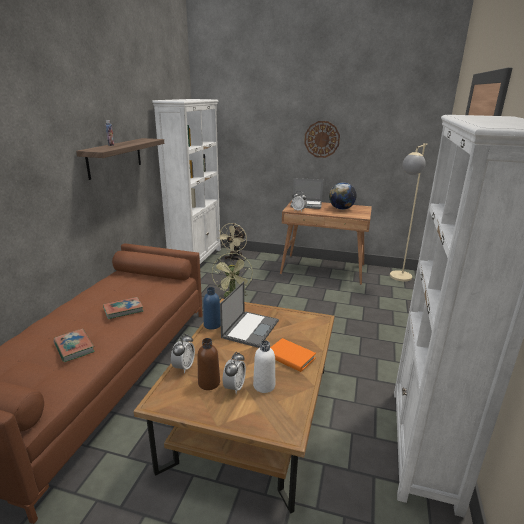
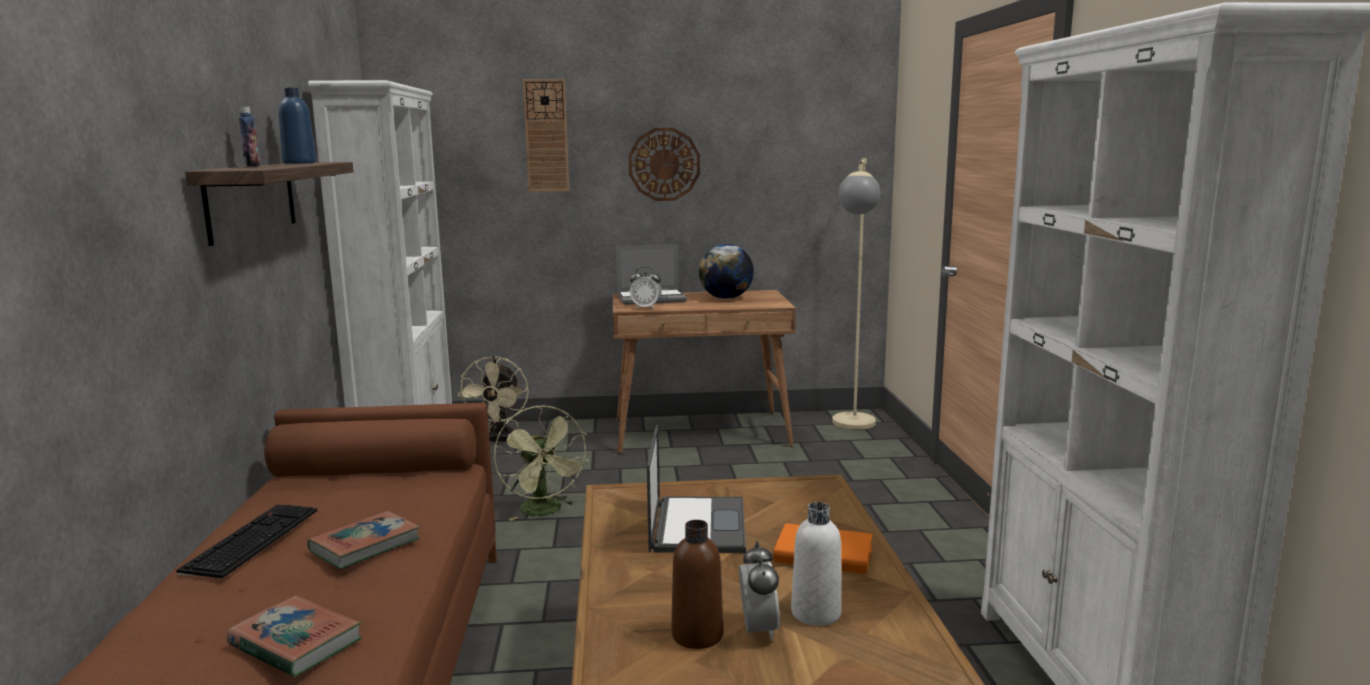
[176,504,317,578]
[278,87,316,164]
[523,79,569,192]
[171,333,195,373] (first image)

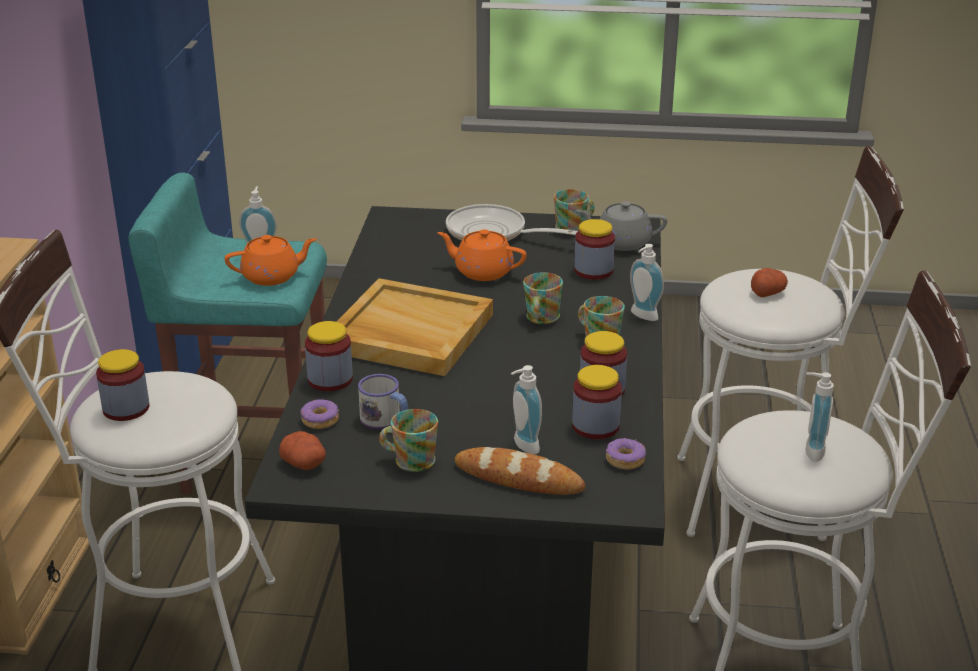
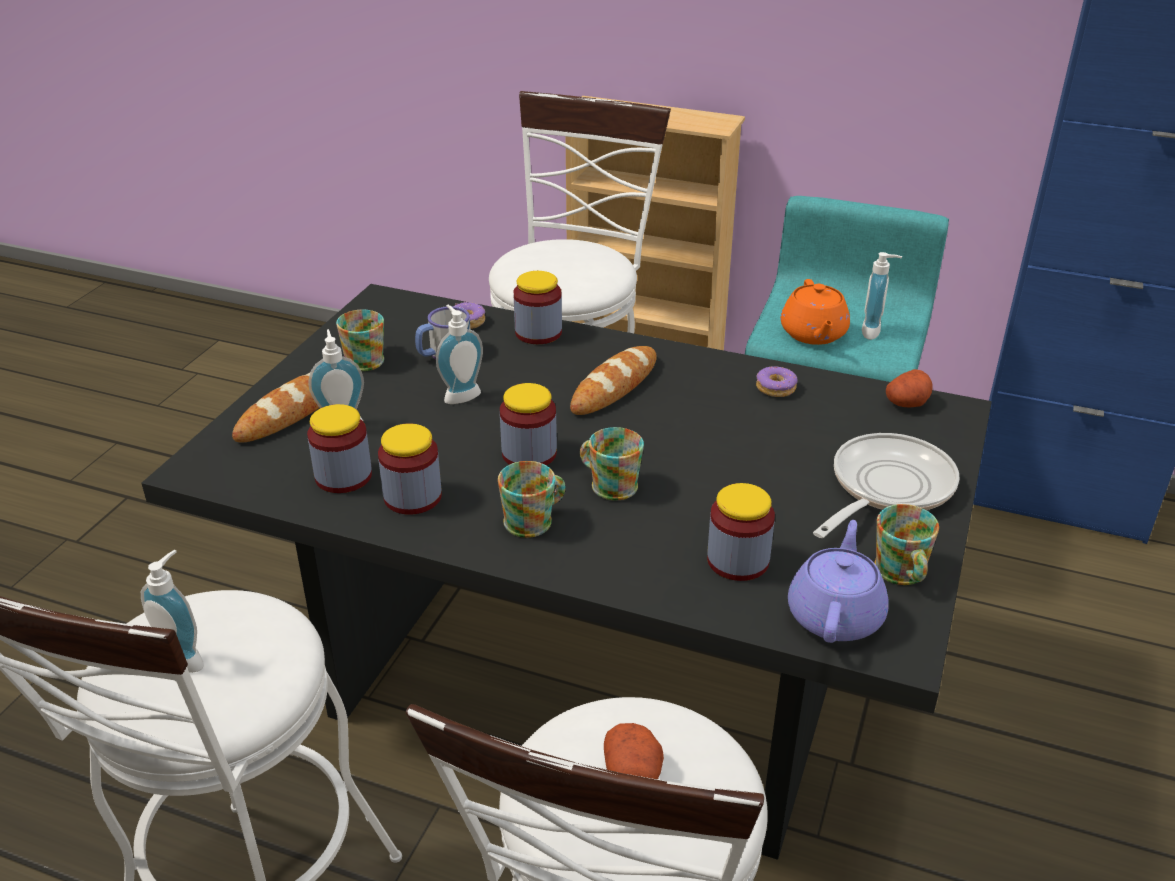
[436,305,483,404]
[500,383,557,465]
[570,346,657,415]
[756,366,798,397]
[788,520,889,643]
[886,369,933,408]
[437,229,527,281] (first image)

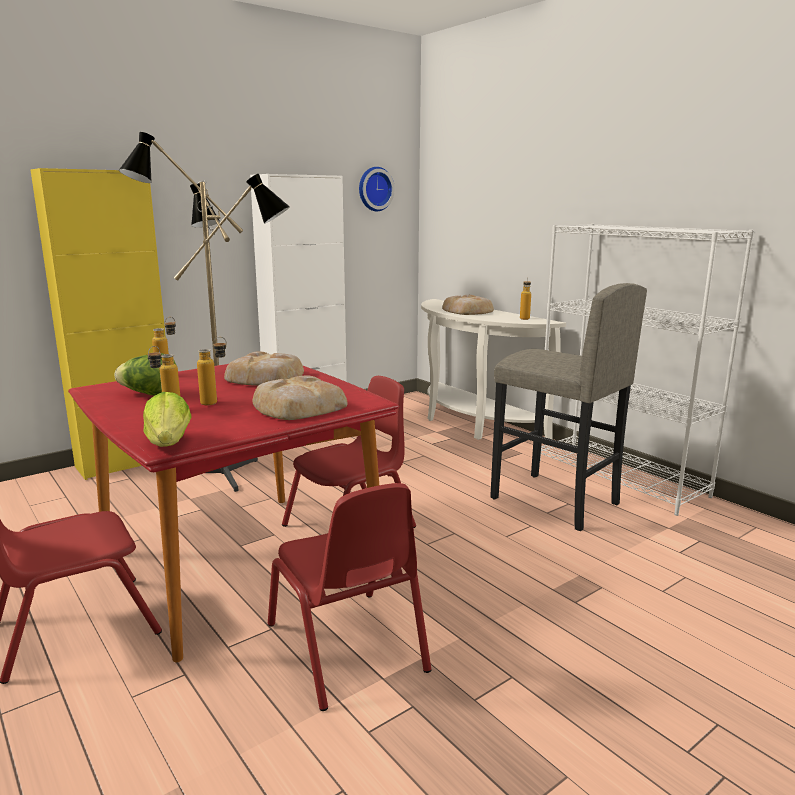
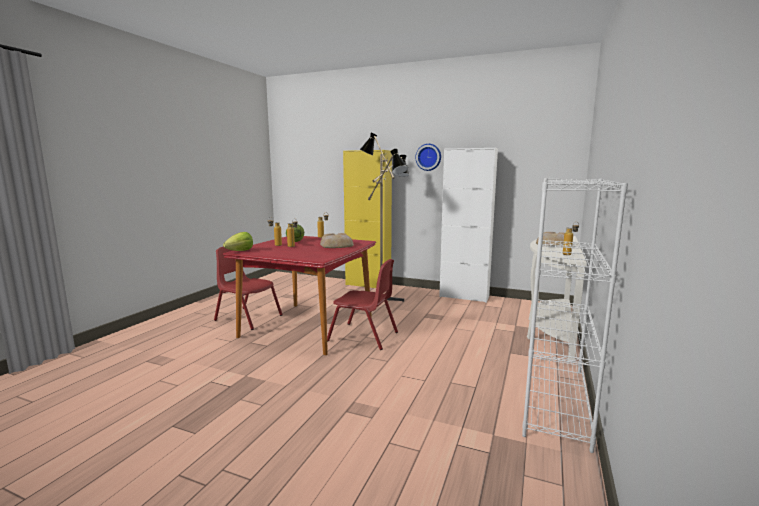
[415,144,441,171]
[253,375,348,420] (first image)
[268,483,431,711] (first image)
[490,283,647,531] (first image)

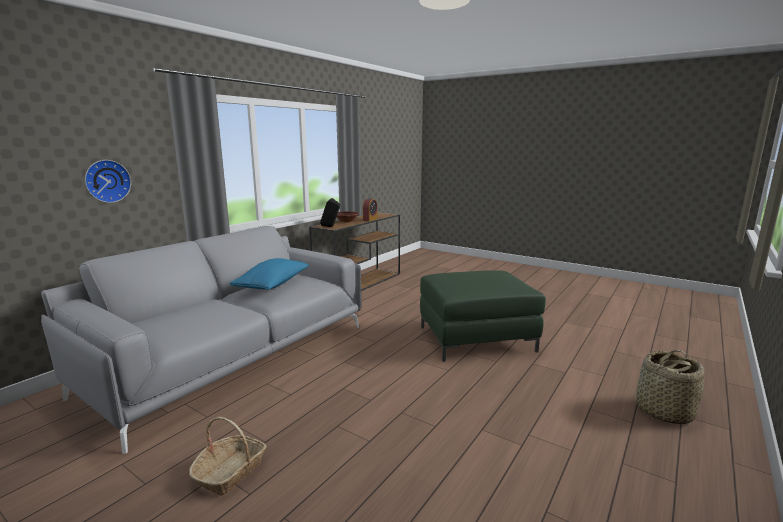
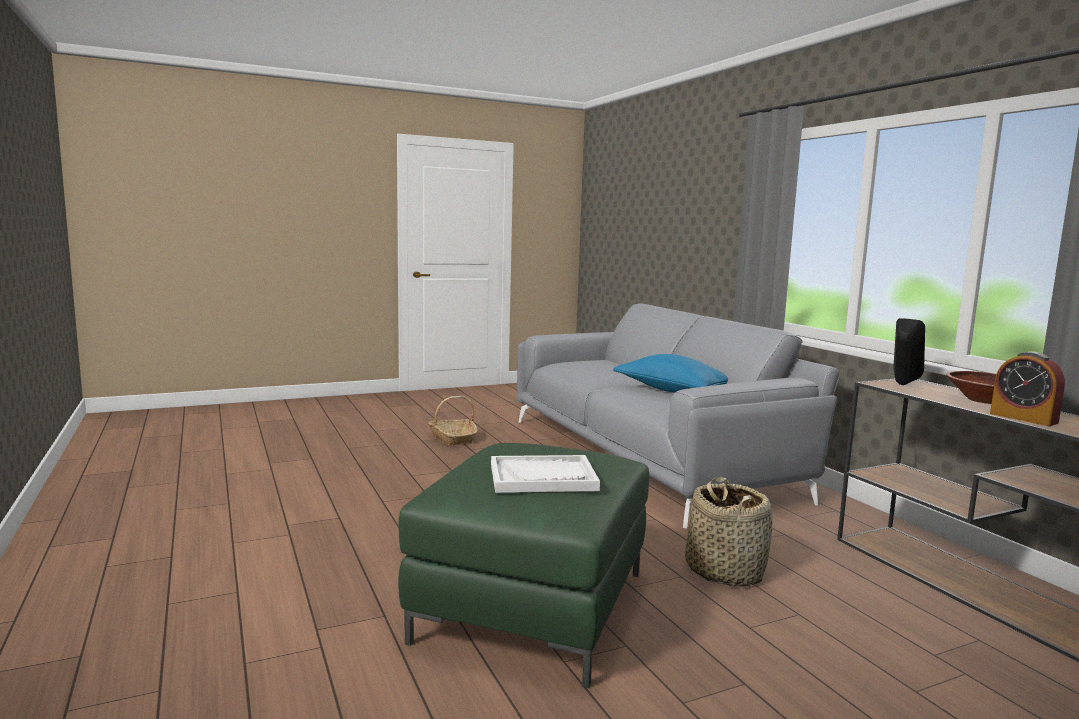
[491,455,600,493]
[685,477,773,587]
[85,160,131,203] (first image)

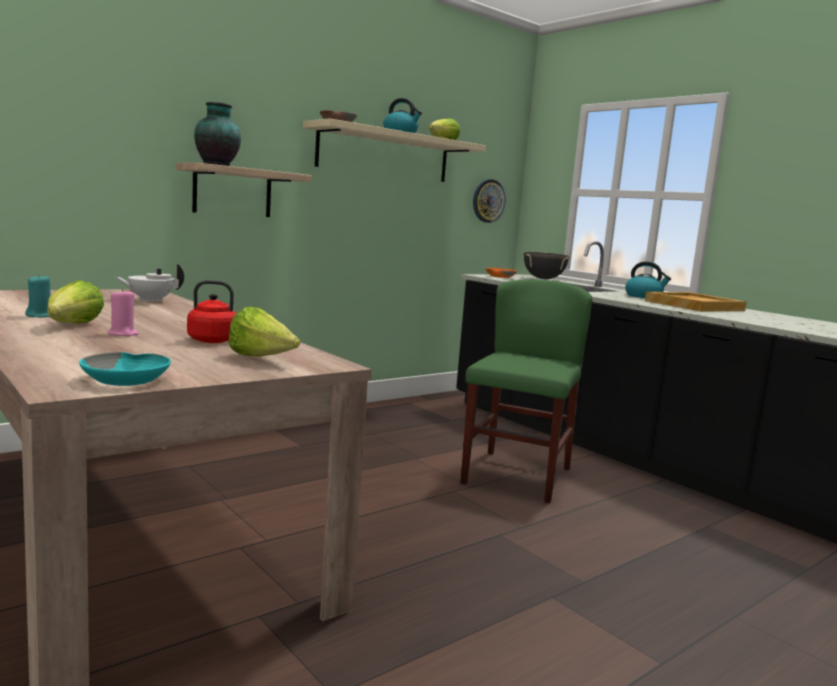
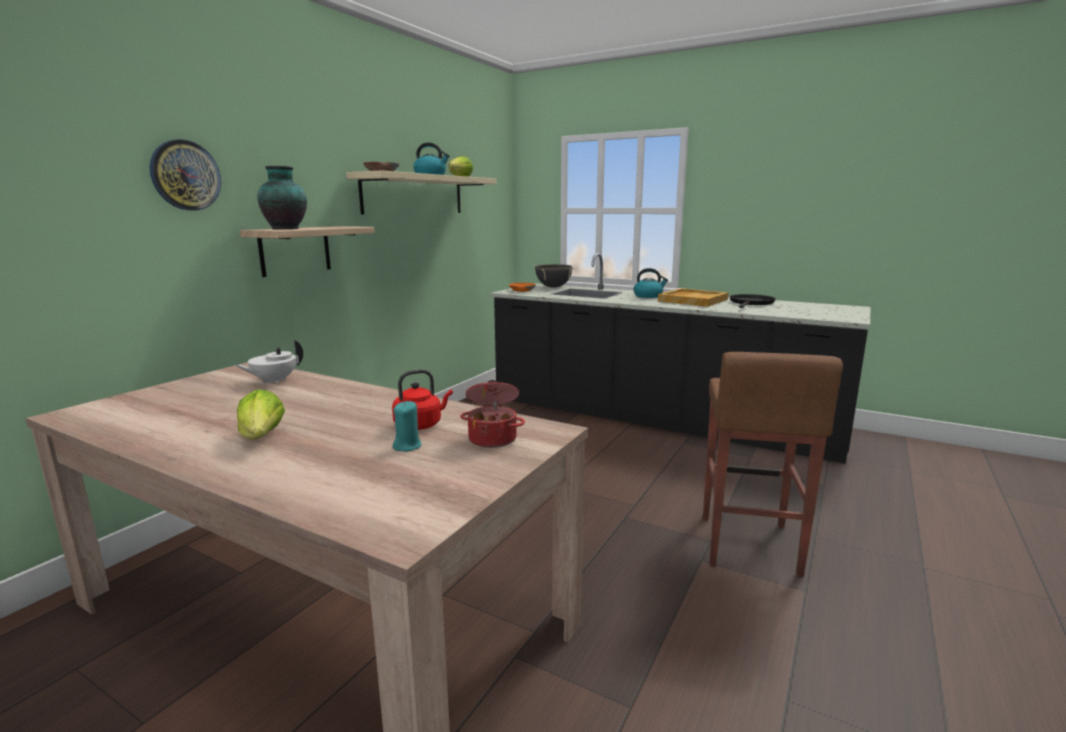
[150,139,221,210]
[393,401,422,452]
[460,380,525,448]
[703,352,843,577]
[730,294,776,308]
[79,352,171,386] (first image)
[108,289,139,336] (first image)
[460,279,592,503] (first image)

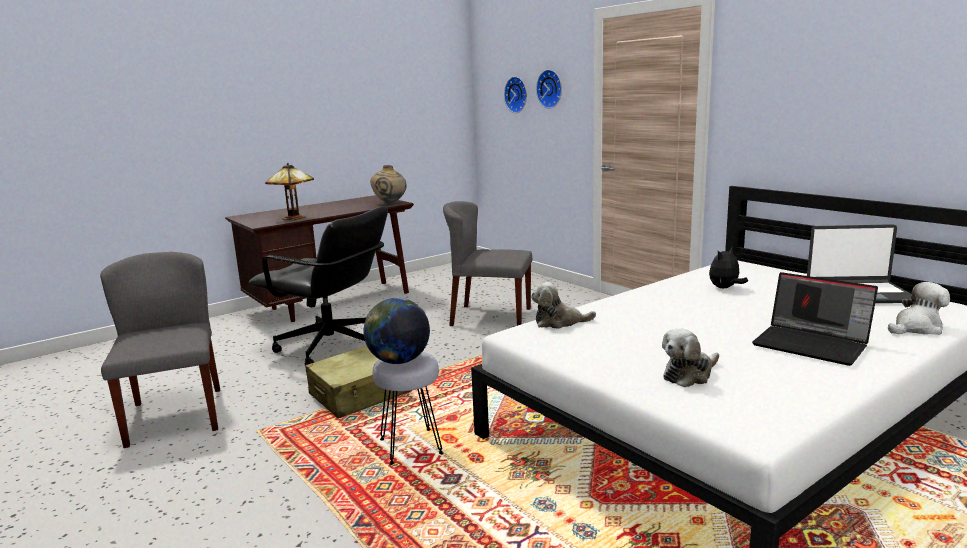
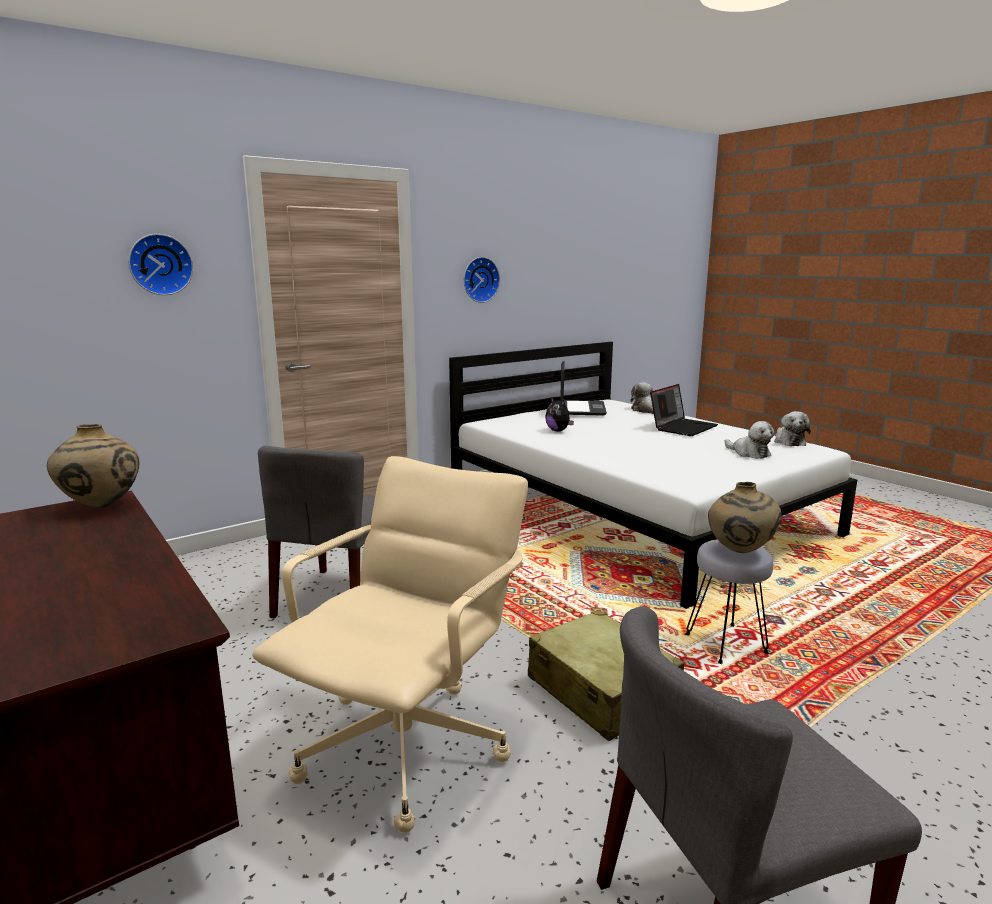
[252,456,528,833]
[464,257,500,303]
[708,482,781,553]
[774,411,811,446]
[265,163,314,220] (first image)

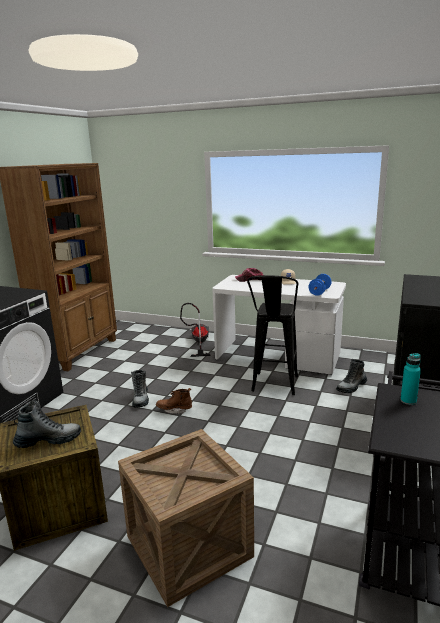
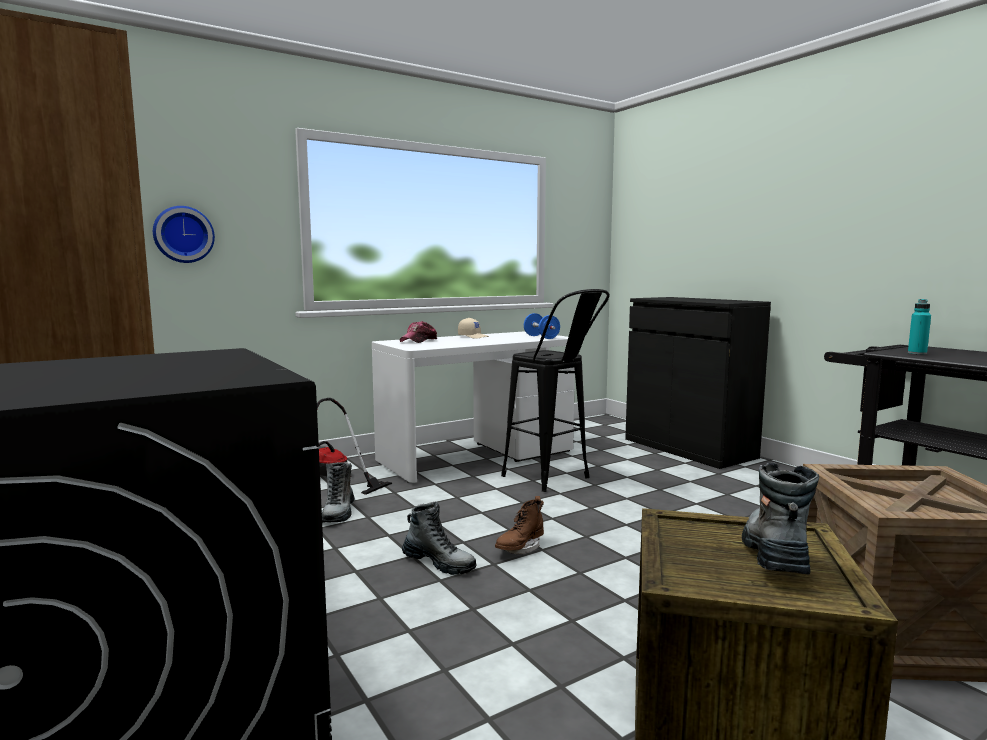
[153,206,215,263]
[322,462,355,523]

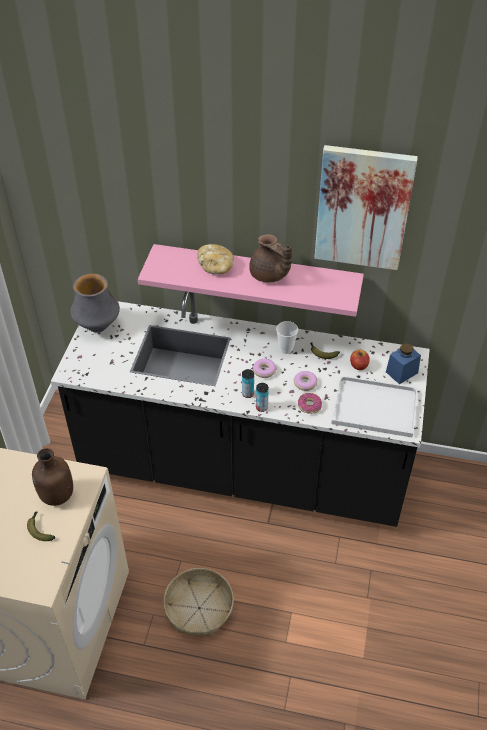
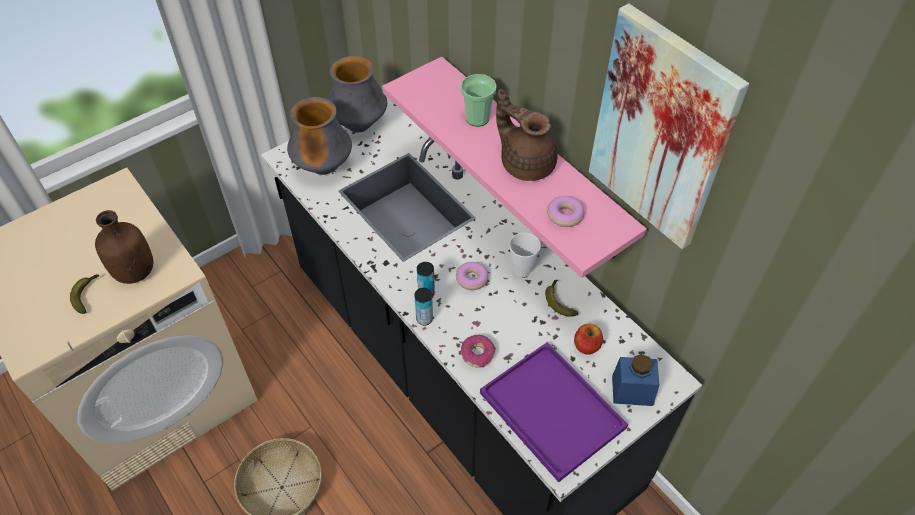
[287,97,352,175]
[460,74,497,127]
[480,342,628,482]
[496,89,558,181]
[547,196,585,227]

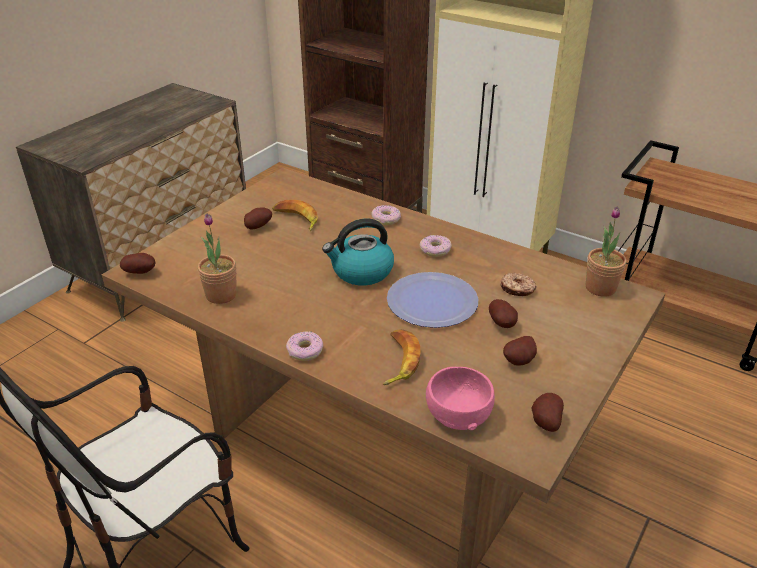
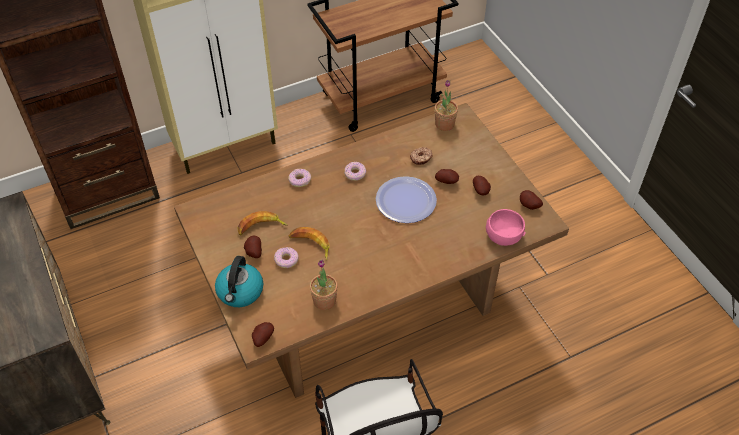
[215,256,263,307]
[274,247,299,268]
[289,227,330,260]

